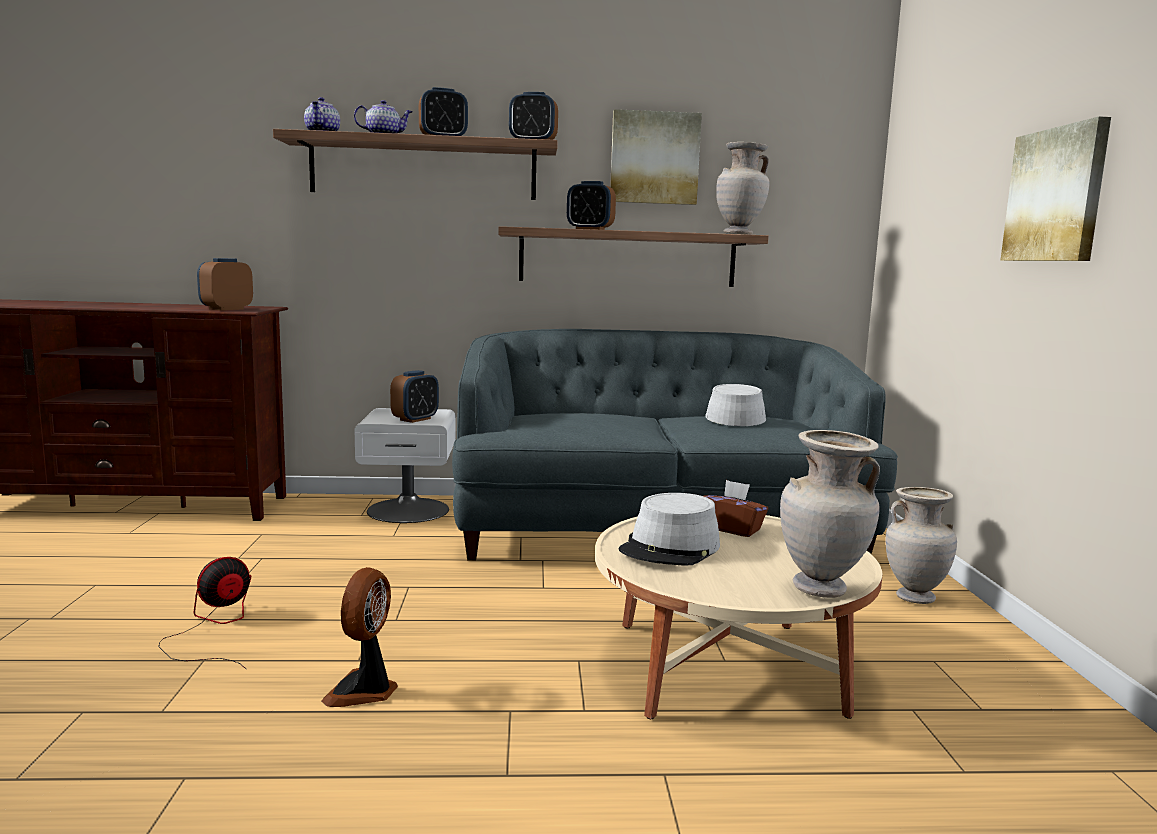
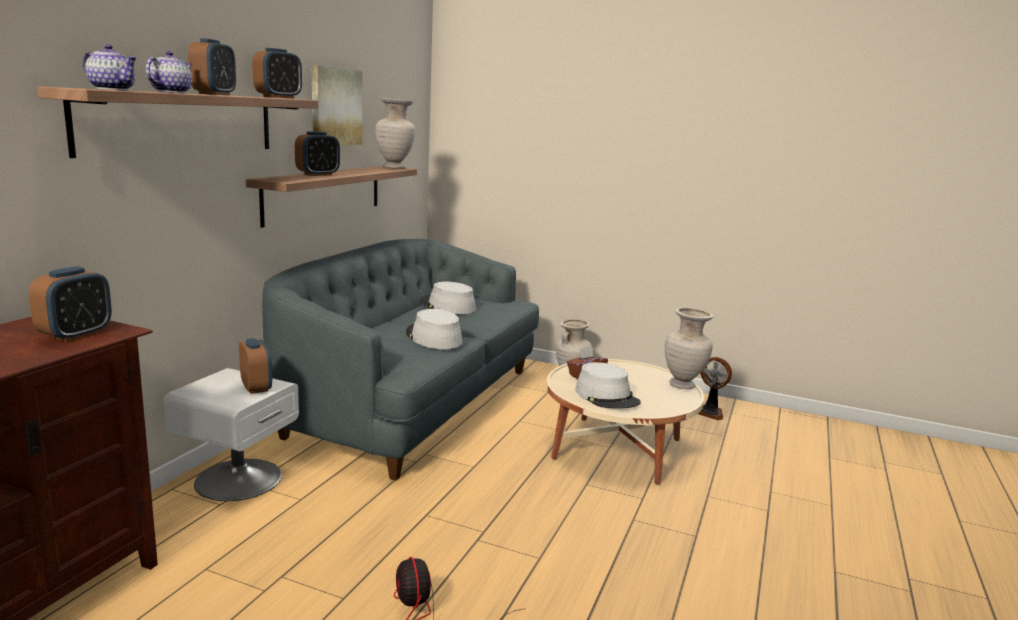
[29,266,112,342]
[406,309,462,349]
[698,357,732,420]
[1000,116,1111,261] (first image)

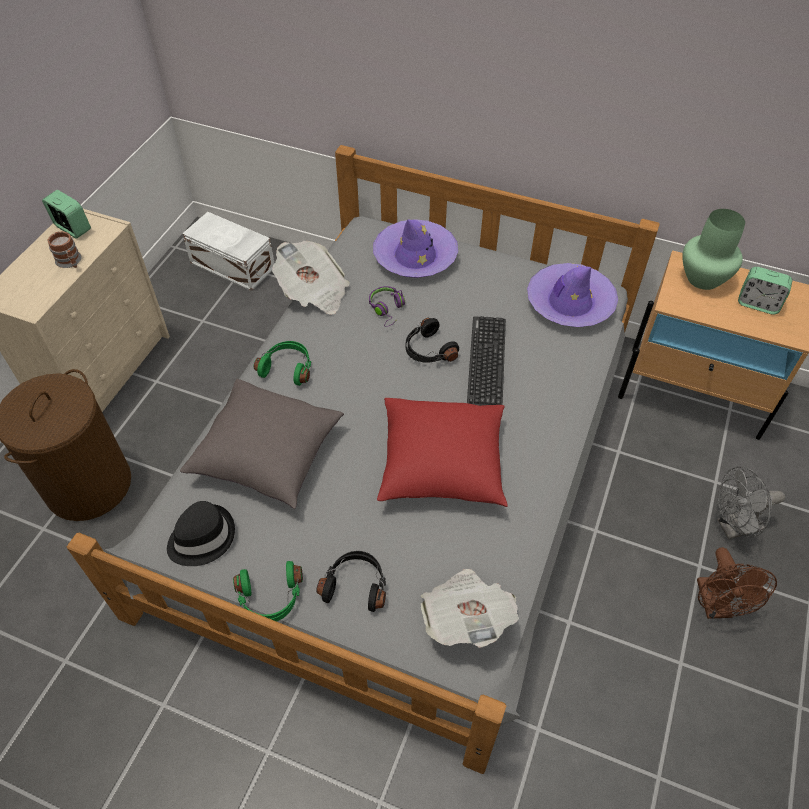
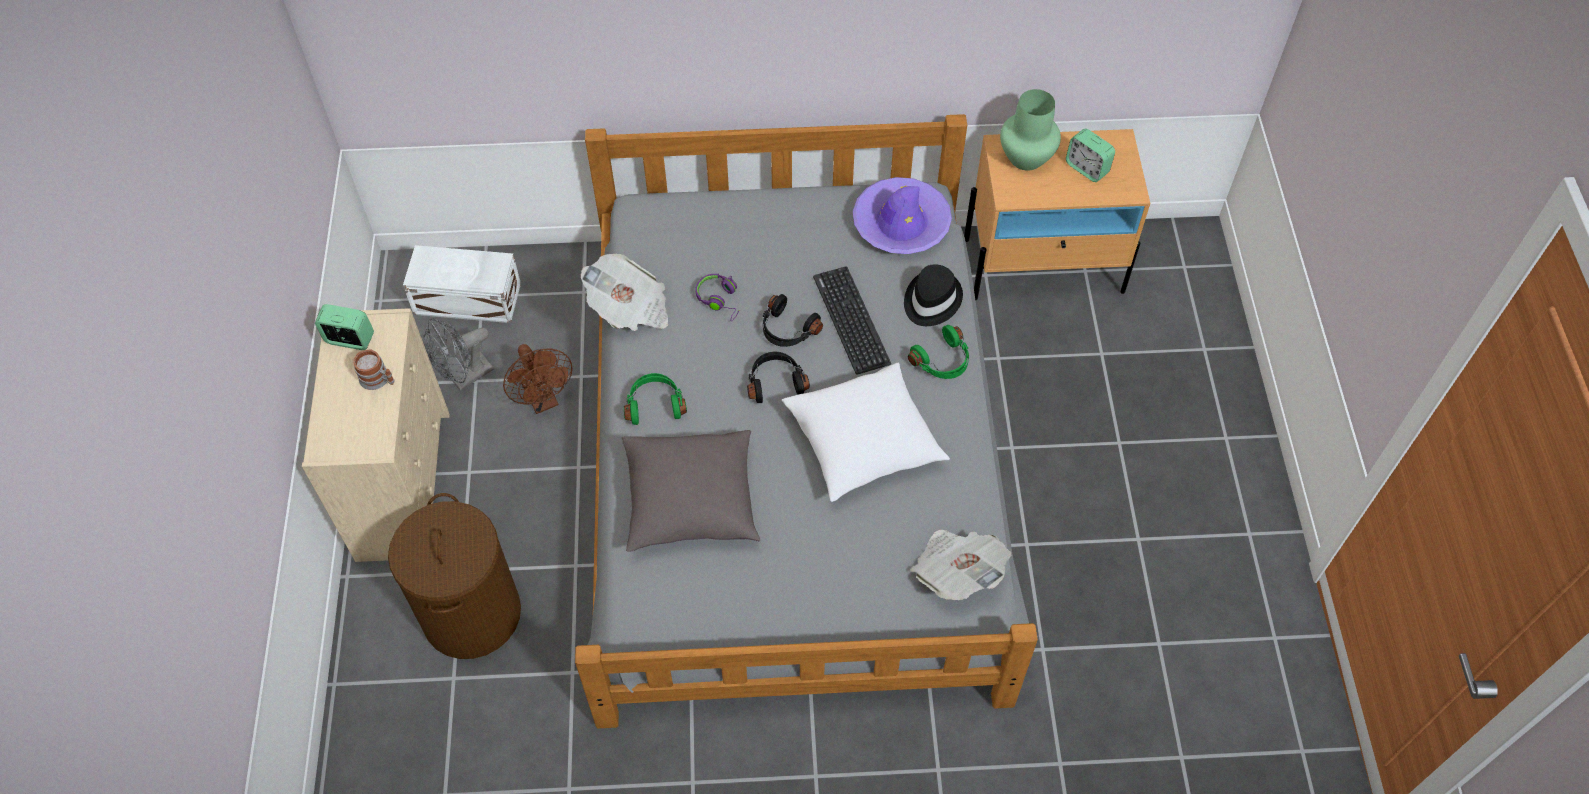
[423,318,494,391]
[503,344,572,414]
[747,351,810,403]
[782,363,950,502]
[904,264,963,326]
[908,325,969,379]
[1066,129,1115,182]
[373,219,458,278] (first image)

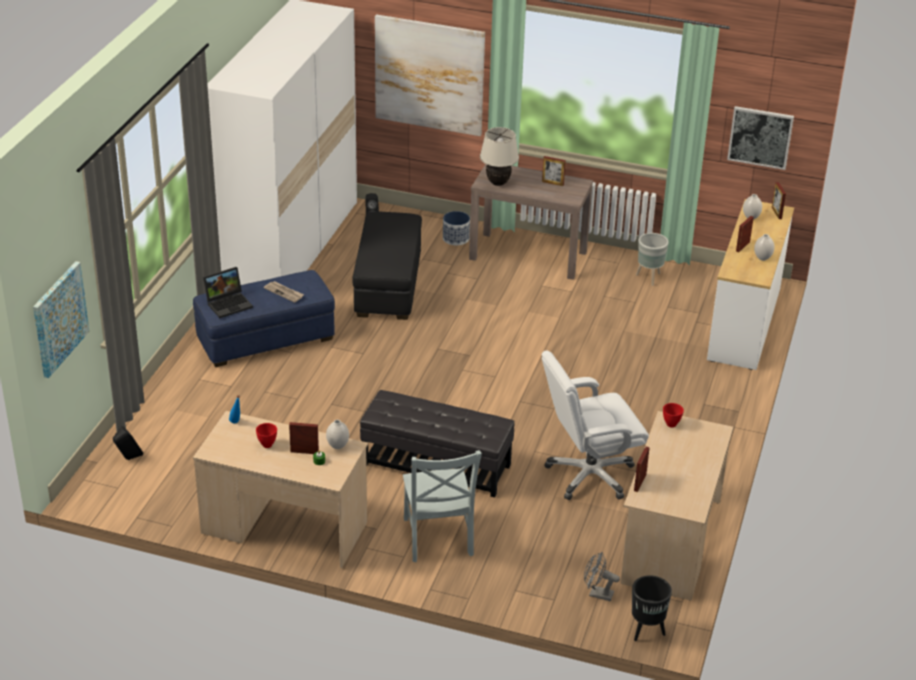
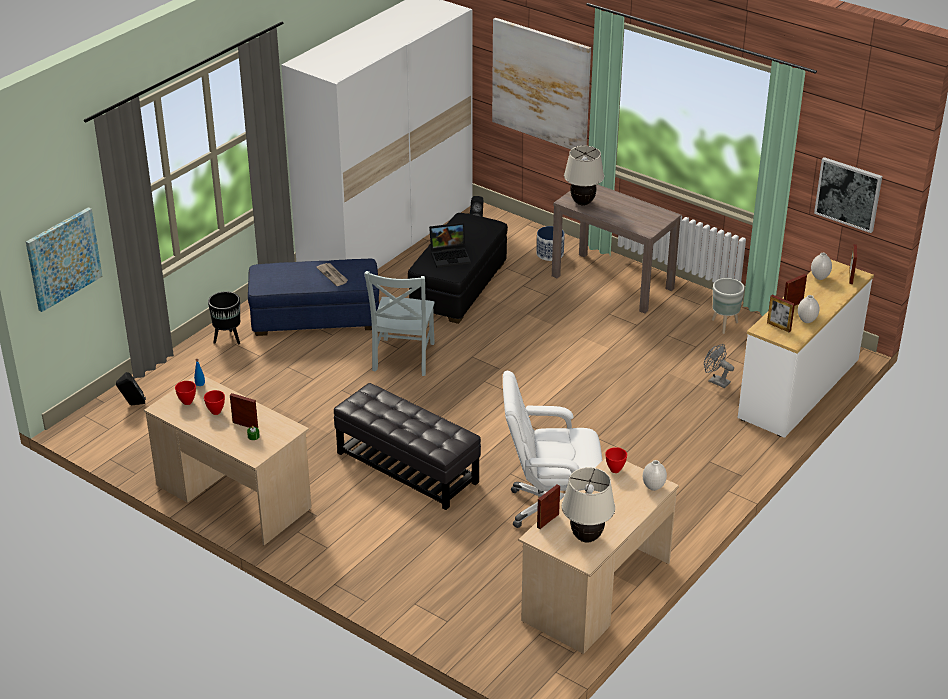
[175,381,196,405]
[208,291,240,345]
[364,271,435,376]
[429,222,471,268]
[562,467,615,543]
[643,460,667,491]
[704,344,734,388]
[767,294,795,332]

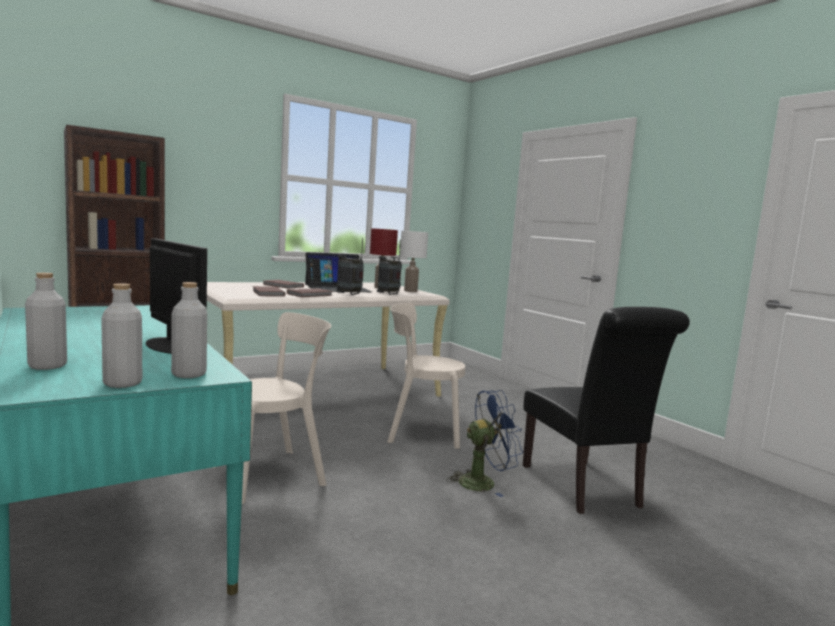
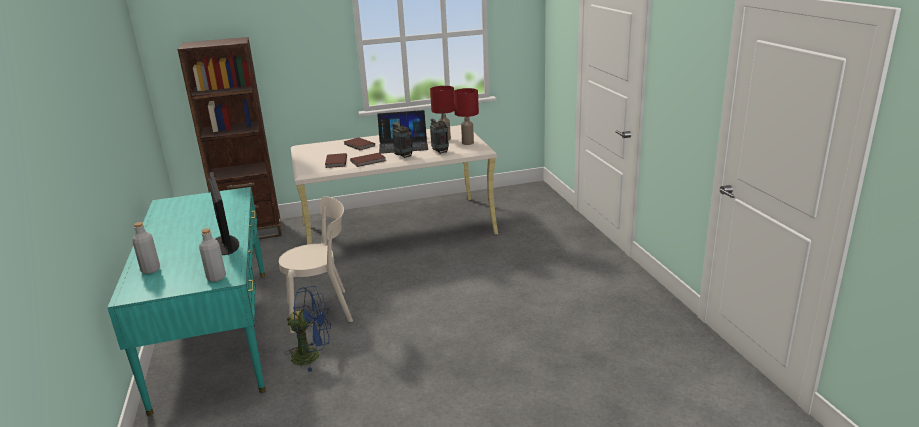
[284,286,331,372]
[454,88,479,145]
[101,283,142,388] (first image)
[387,303,465,449] (first image)
[523,307,690,514] (first image)

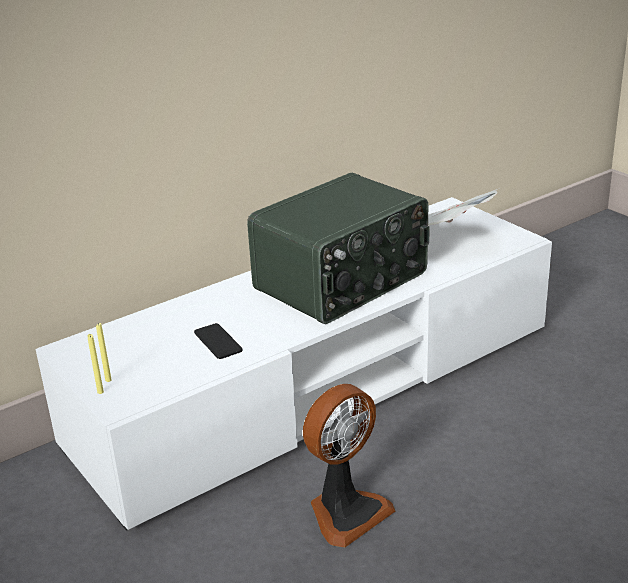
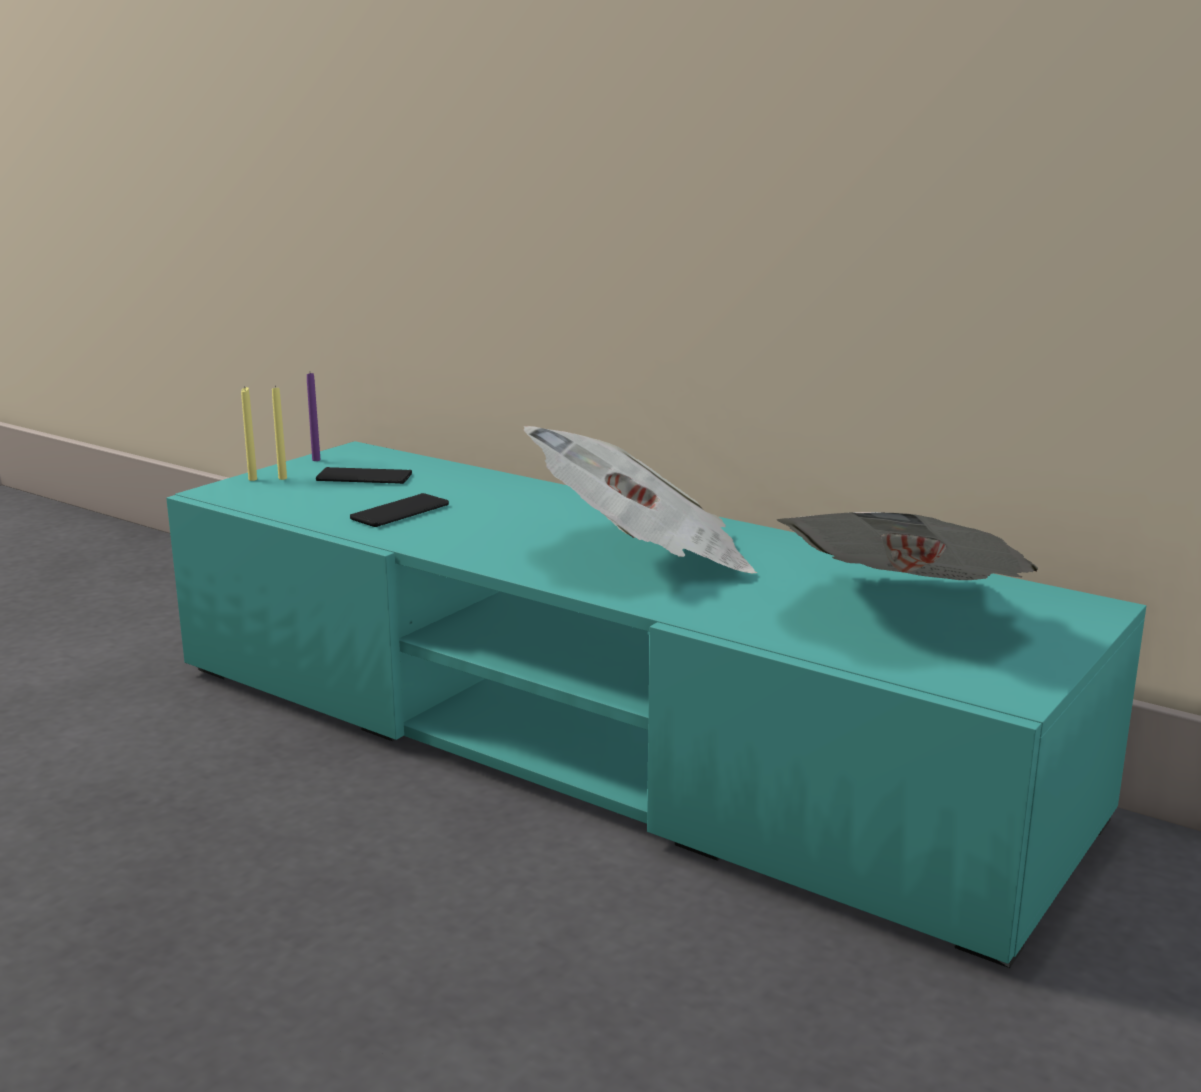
[166,441,1146,968]
[307,373,321,461]
[316,467,412,484]
[523,426,758,574]
[303,384,395,547] (first image)

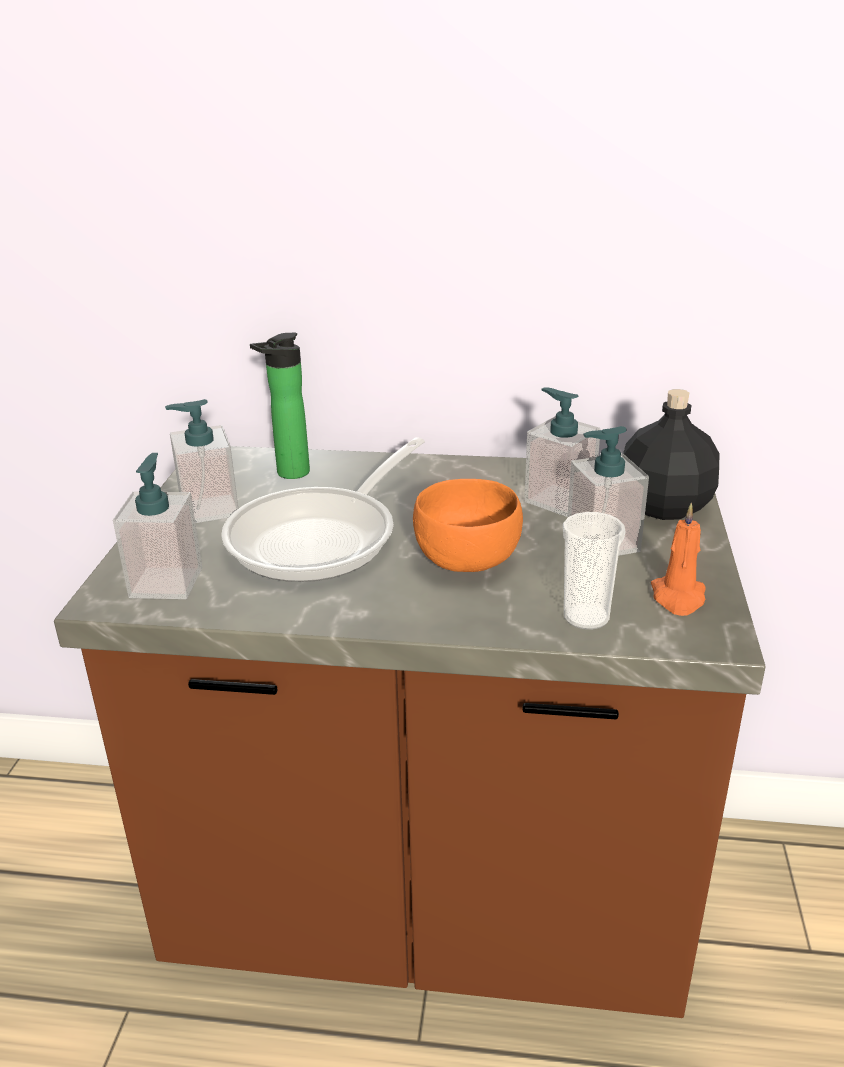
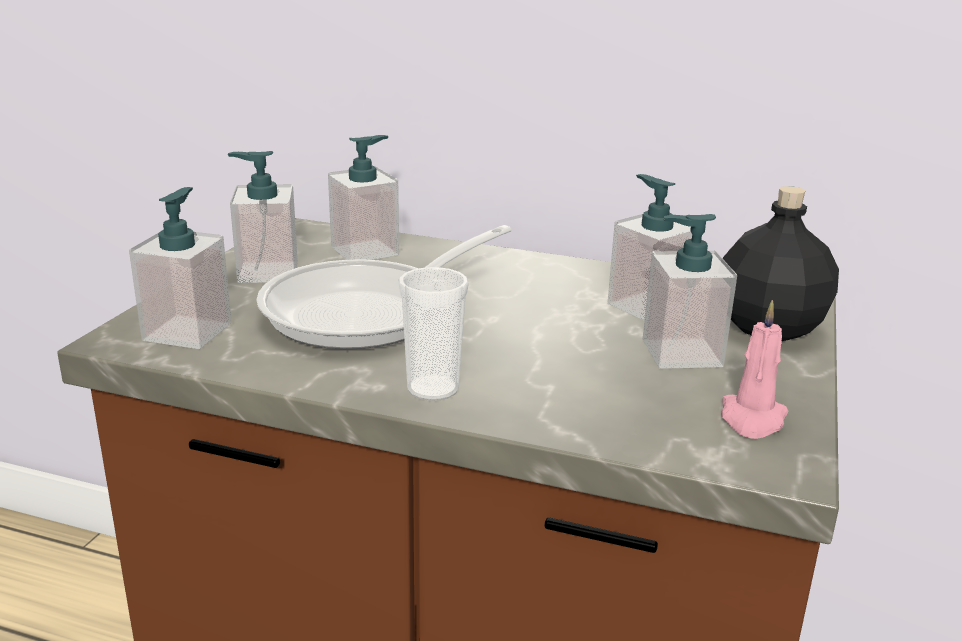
[328,135,399,260]
[399,267,469,401]
[721,300,789,439]
[413,479,523,572] (first image)

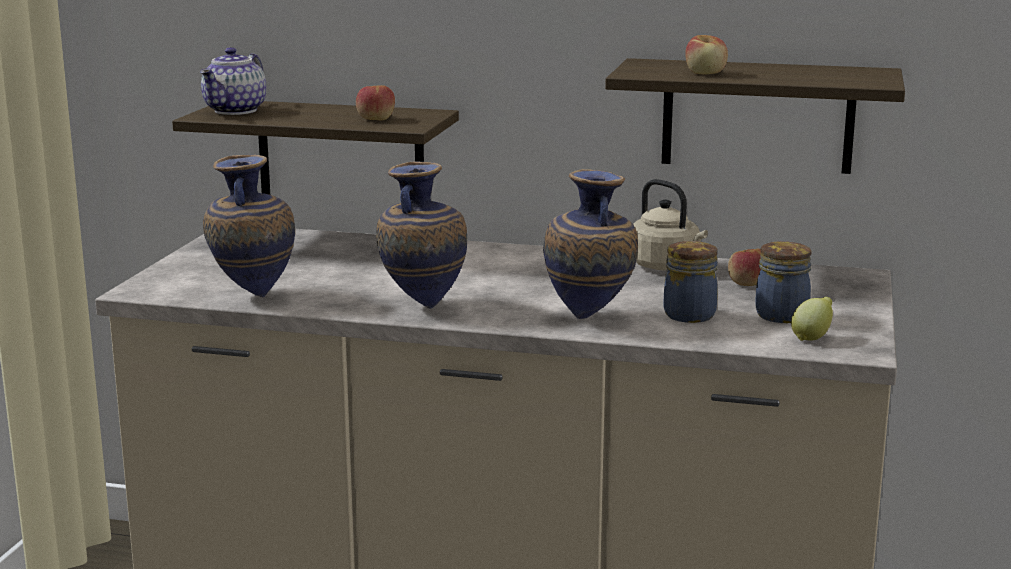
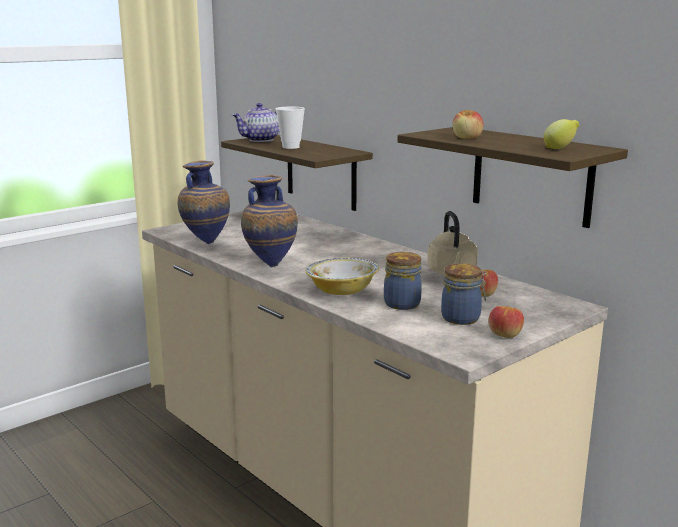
[276,107,305,149]
[305,258,379,295]
[488,306,524,338]
[544,119,579,149]

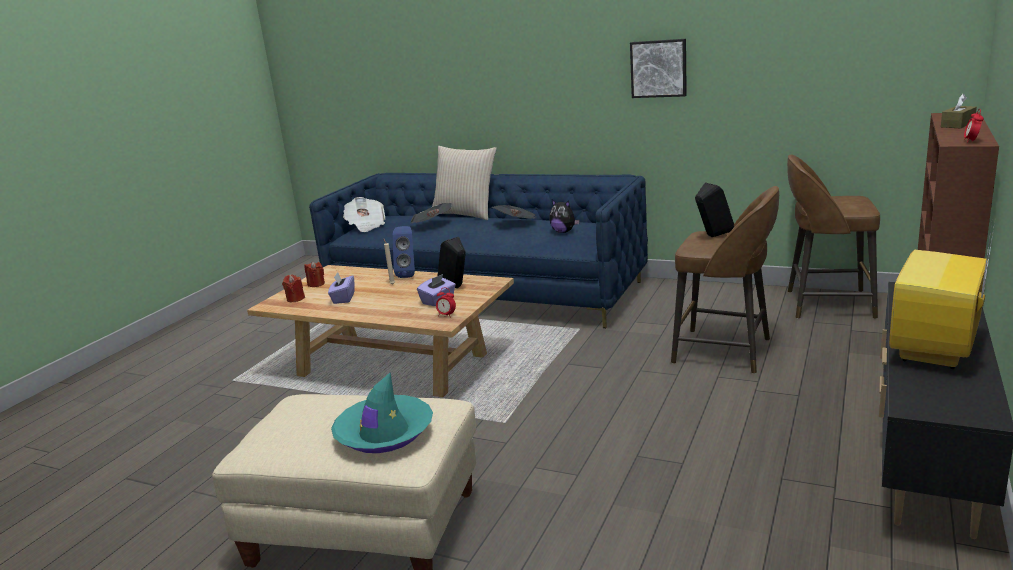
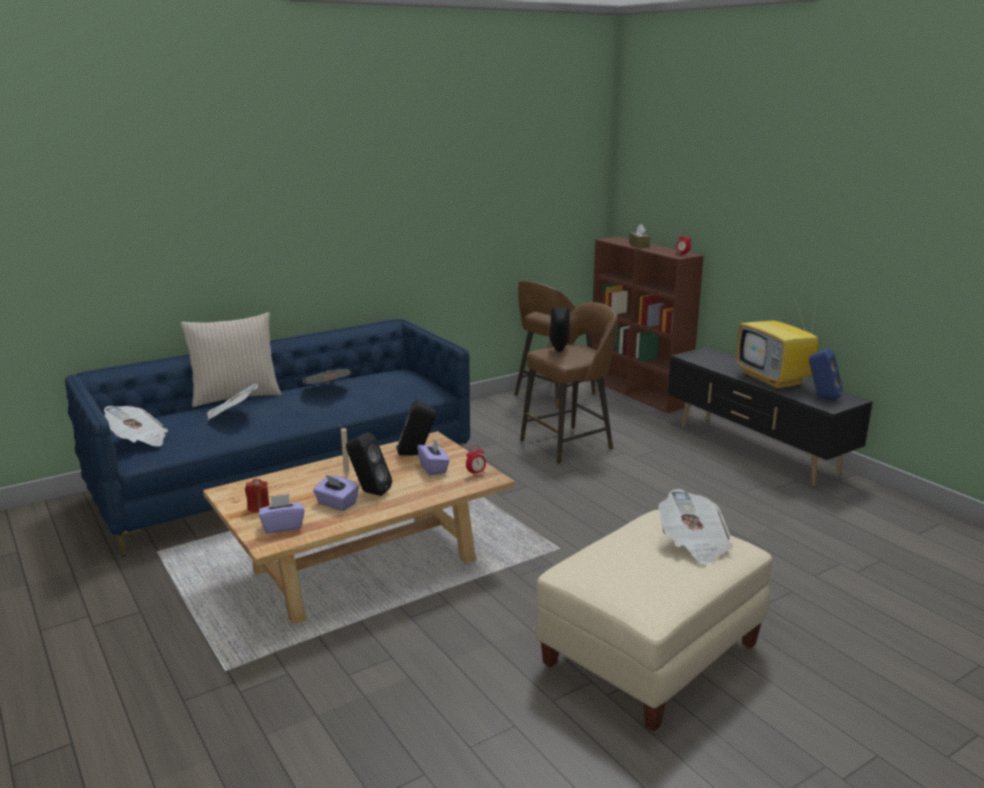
[259,494,304,533]
[346,432,392,496]
[658,489,733,565]
[809,348,843,400]
[549,200,580,233] (first image)
[630,39,687,98] (first image)

